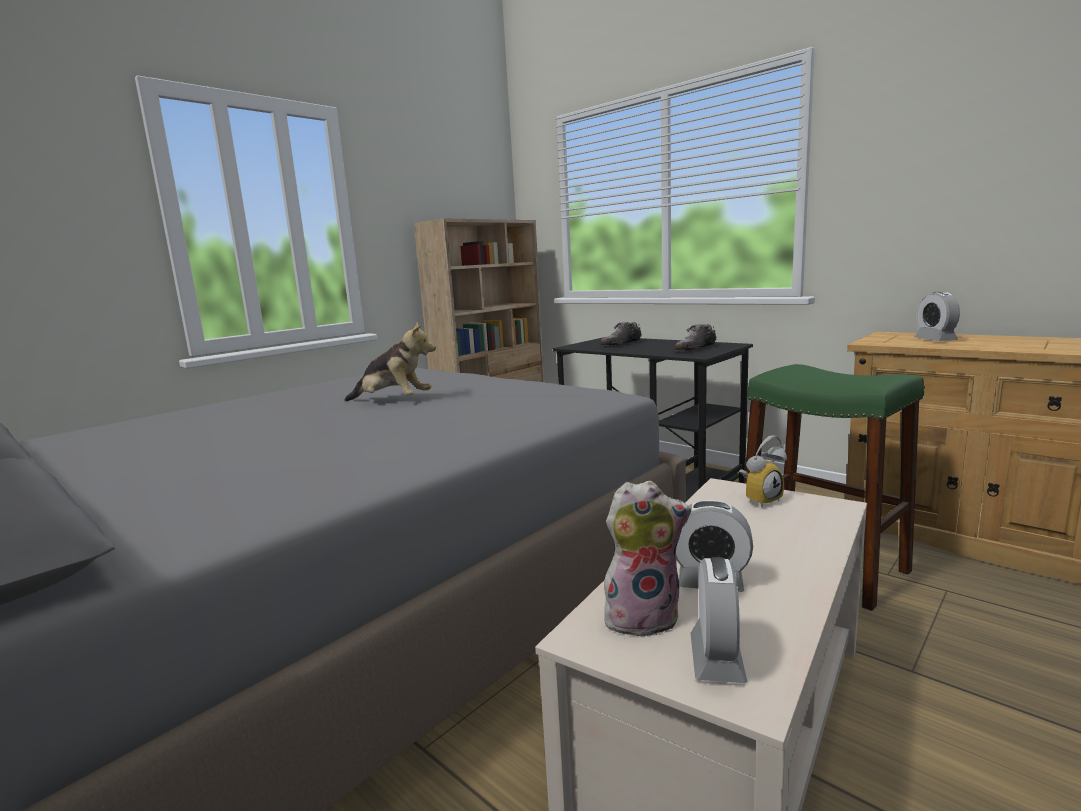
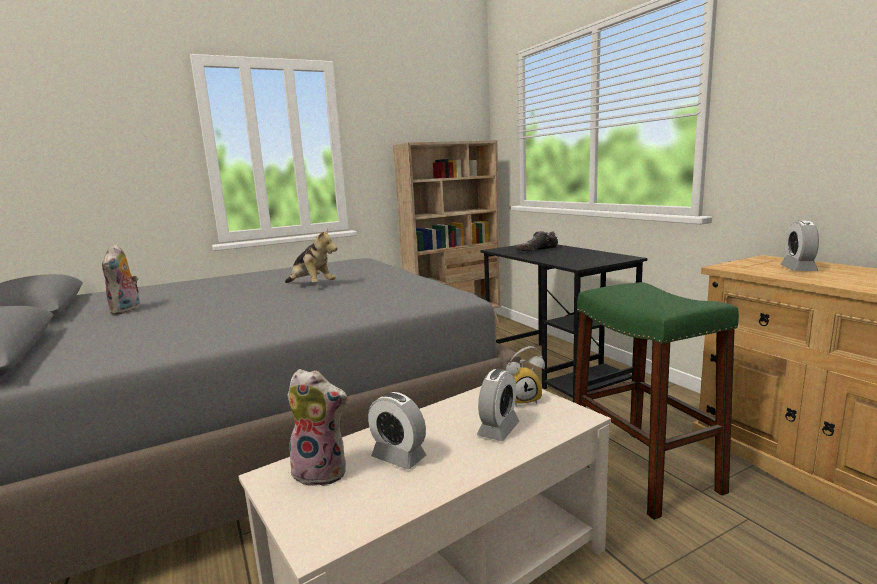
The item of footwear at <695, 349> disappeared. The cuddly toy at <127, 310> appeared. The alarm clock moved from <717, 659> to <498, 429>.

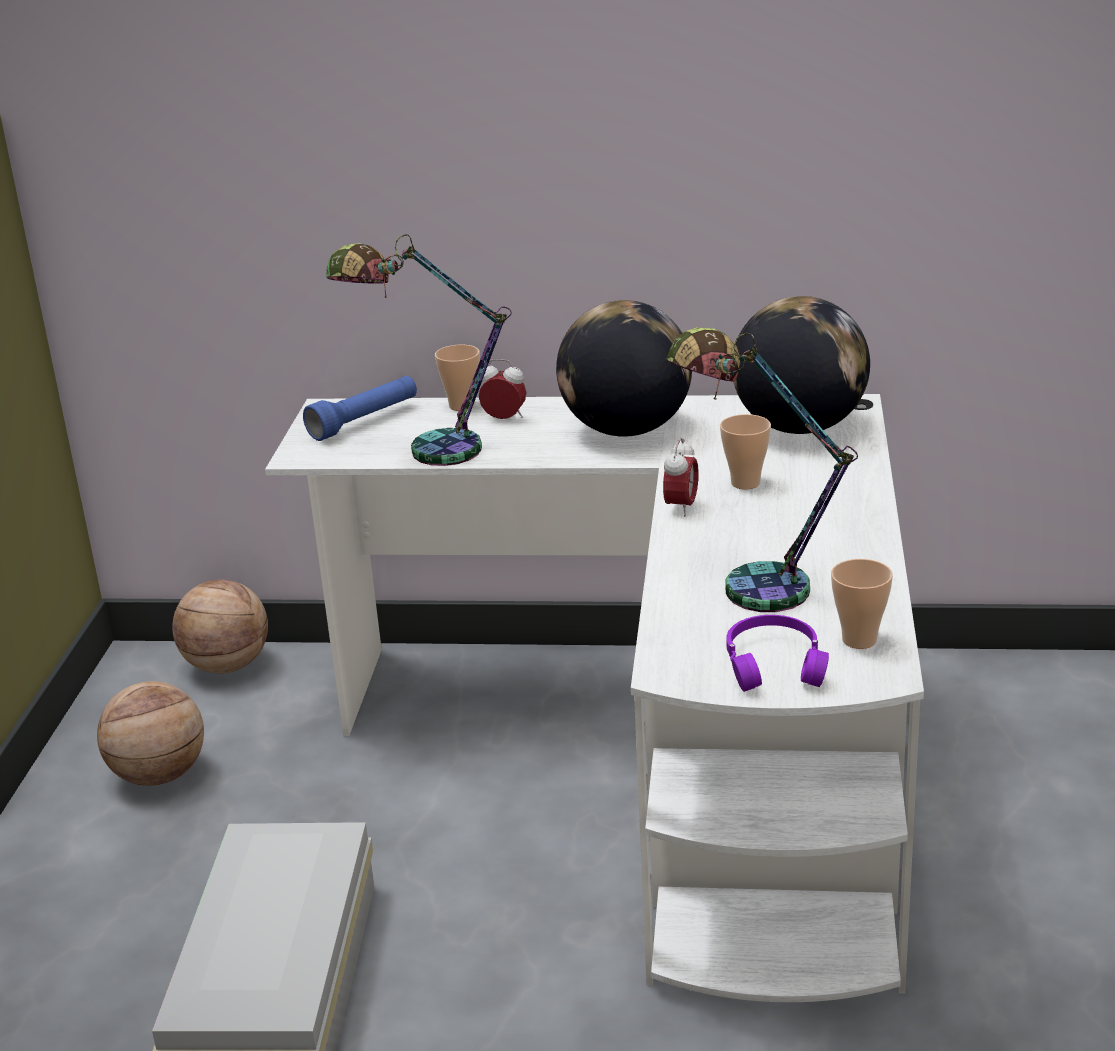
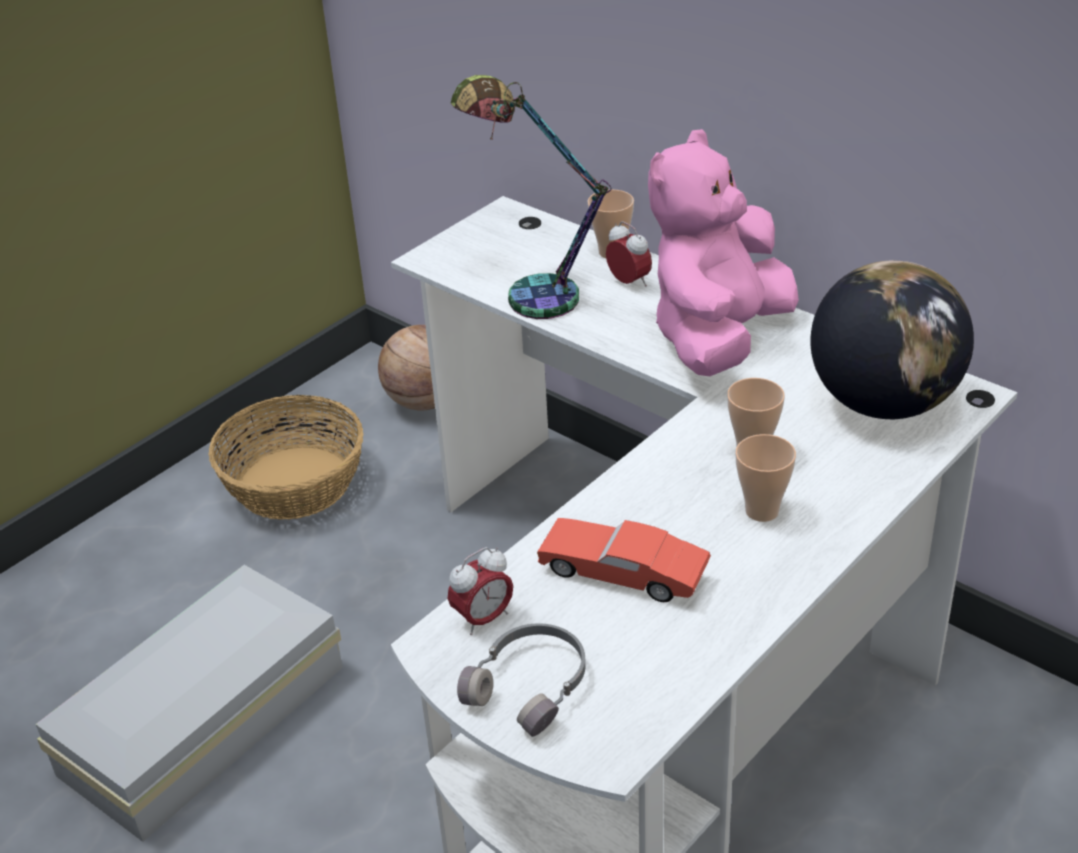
The bluish hand torch at <364, 421> disappeared. The alarm clock moved from <681, 507> to <483, 619>. The small cup moved from <859, 640> to <762, 511>. The ball for basketball at <159, 775> was replaced by the storage basket at <293, 484>. The world globe at <626, 430> was replaced by the pink cuddly toy at <718, 338>. The lamp for a table at <751, 580> was replaced by the reddish toy car at <623, 574>. The purple-coloured headphones at <775, 664> became the grey headphones at <531, 686>.

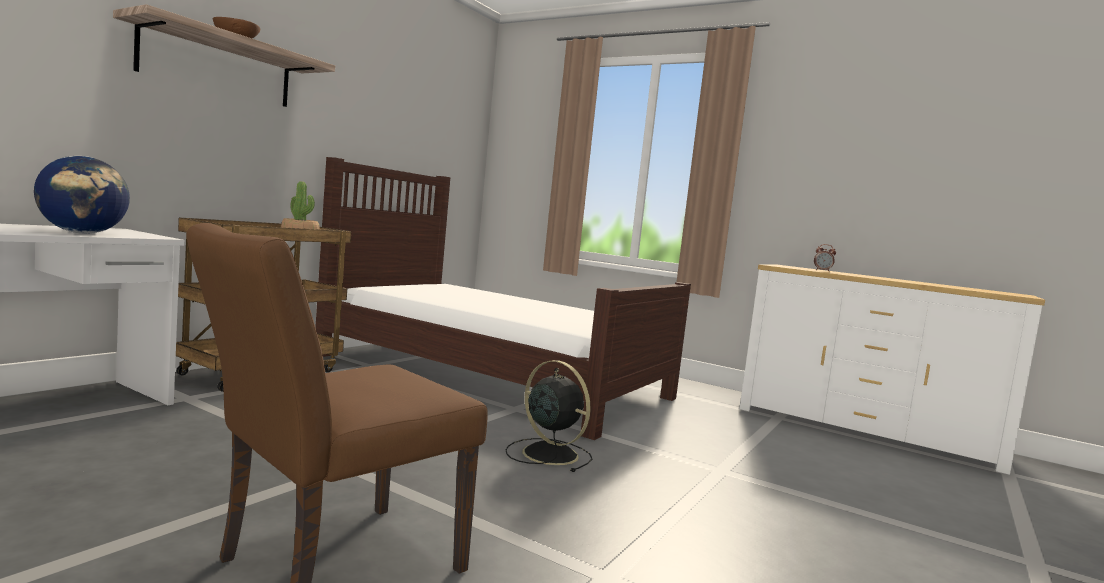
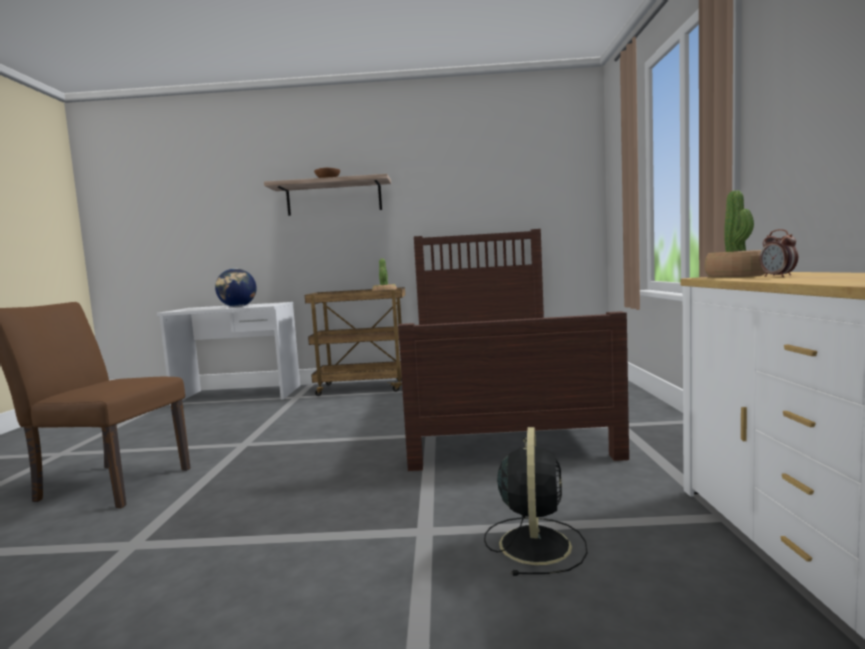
The houseplant at <736, 276> appeared. The black fan moved from <548, 453> to <535, 543>.

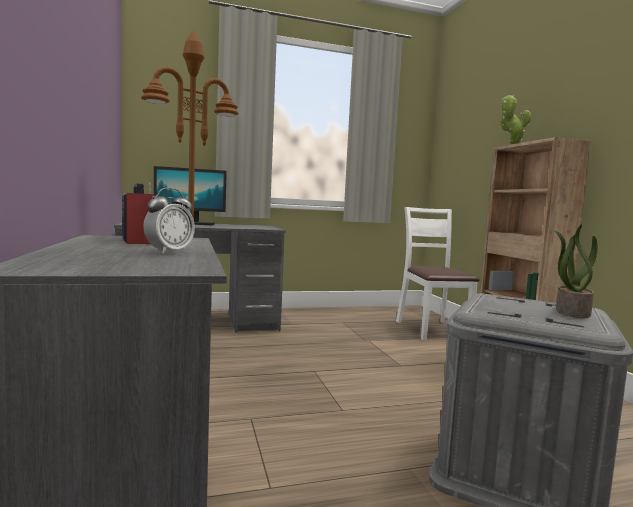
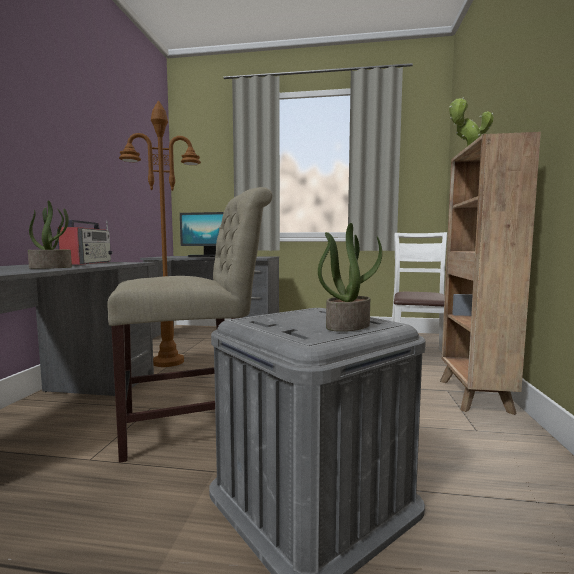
The beige-coloured chair at <194, 423> appeared. The alarm clock at <169, 252> was replaced by the houseplant at <51, 267>.

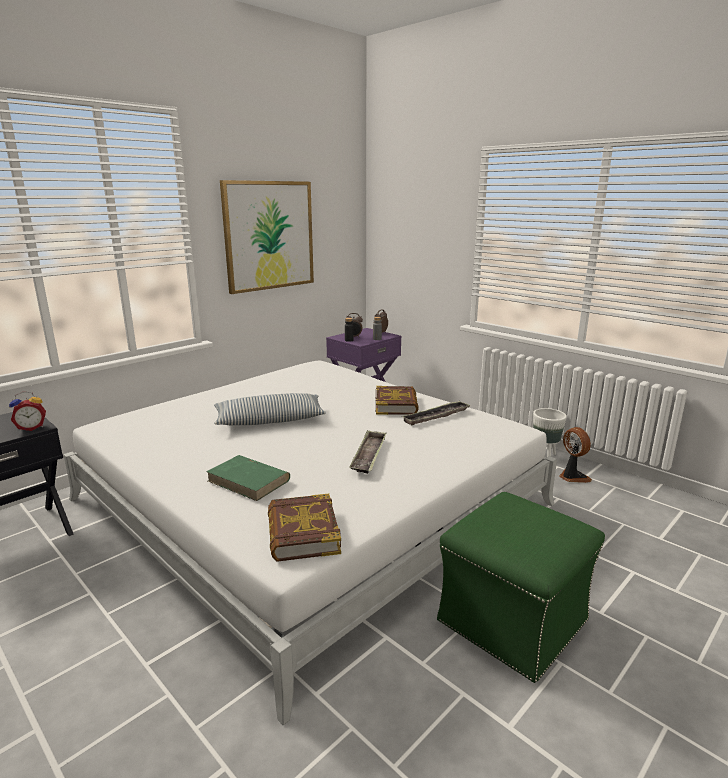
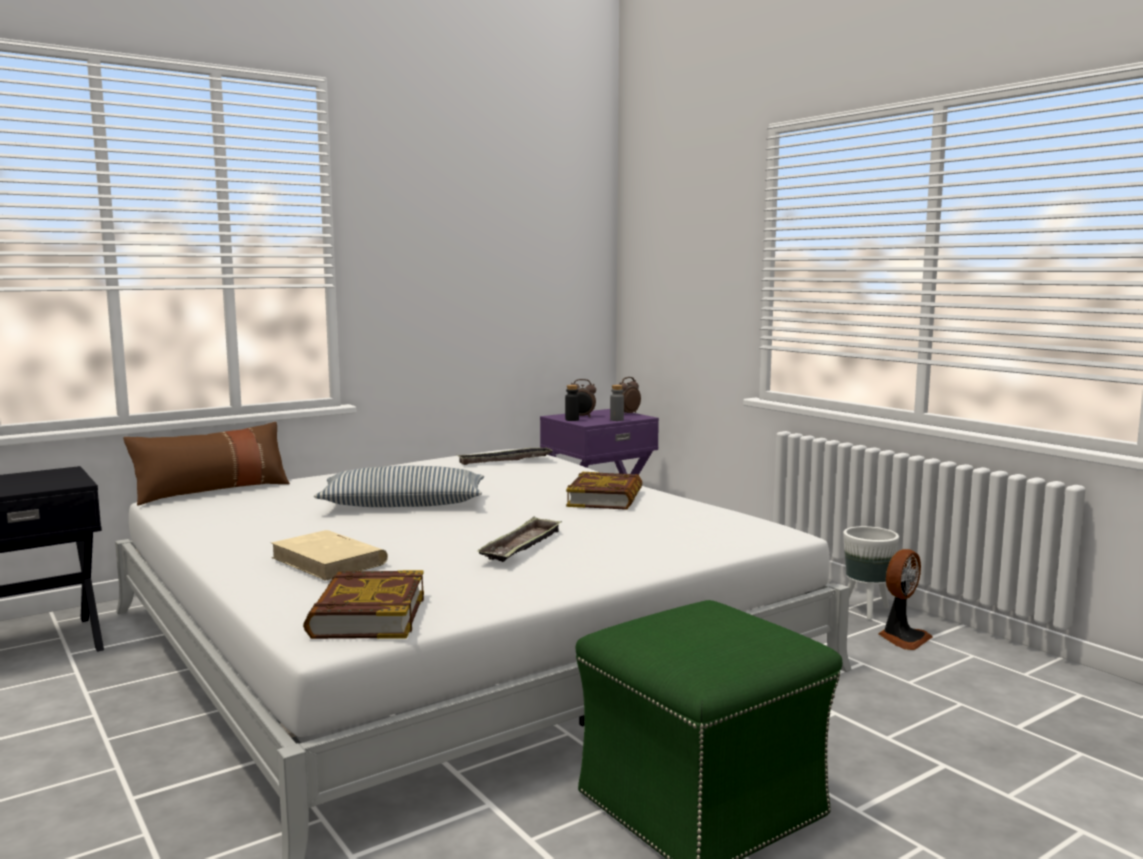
The alarm clock at <31, 428> disappeared. The wall picture at <269, 235> disappeared. The brown cushion at <212, 491> appeared. The serving tray moved from <436, 416> to <505, 460>. The green bound book at <249, 480> became the beige-coloured bound book at <329, 561>. The fan at <572, 477> turned 60 degrees clockwise.

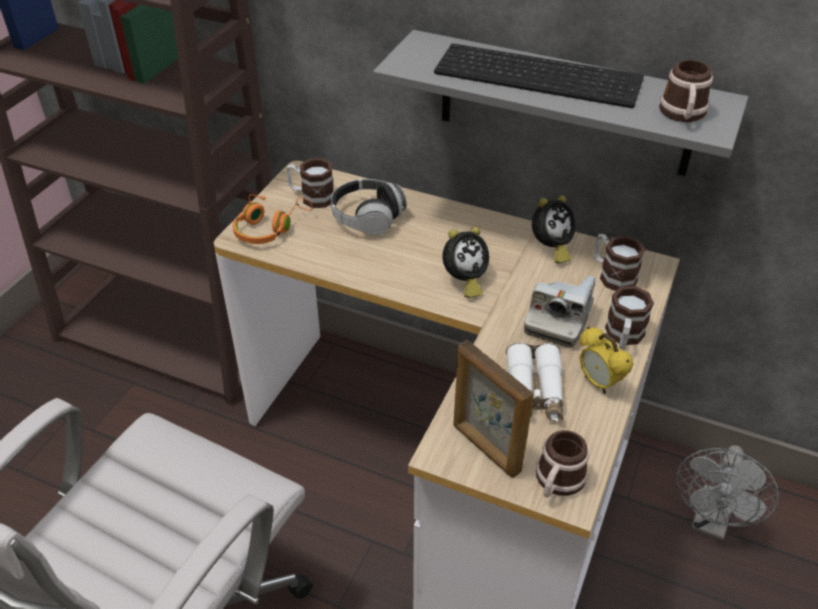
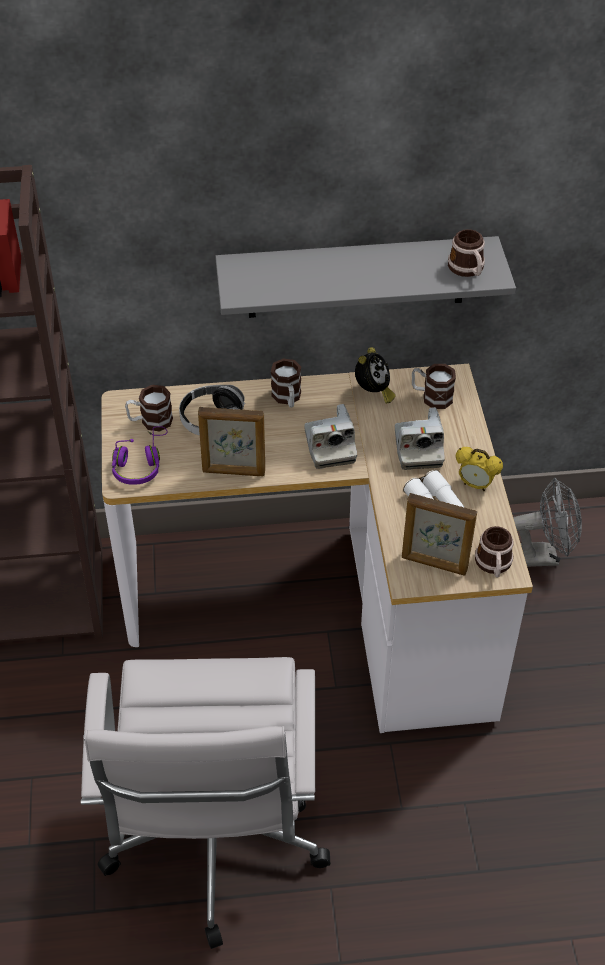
The computer keyboard at <540, 75> disappeared. The standing frame at <234, 472> appeared. The coffee mug moved from <623, 337> to <287, 398>. The alarm clock at <464, 282> was replaced by the still camera at <329, 446>. The orange-coloured headphones at <270, 228> became the purple-coloured headphones at <140, 464>. The grey fan at <711, 522> turned 90 degrees counterclockwise.

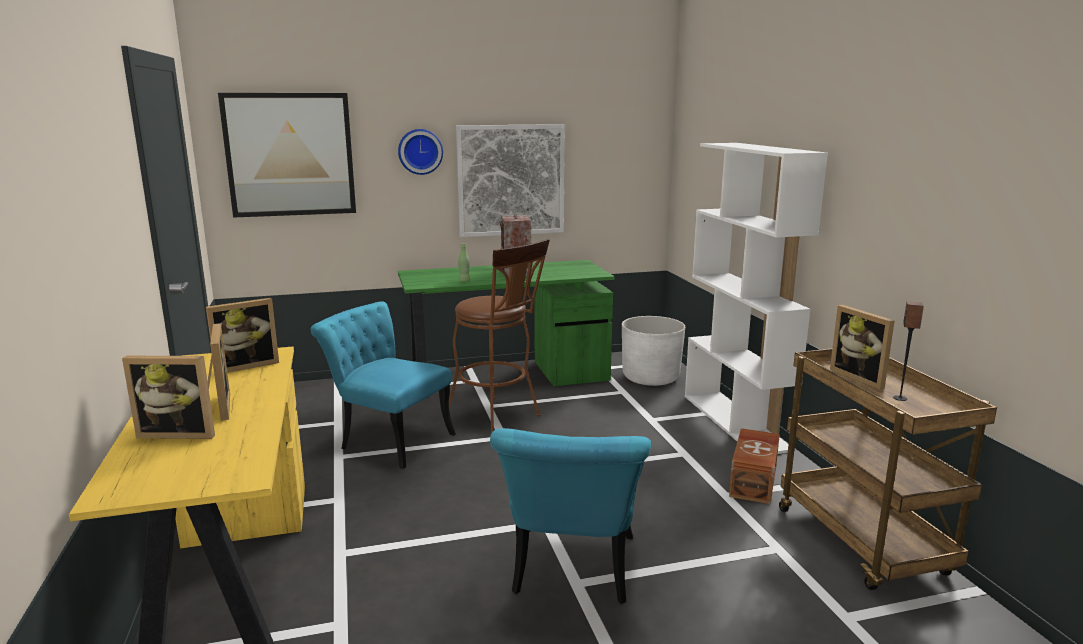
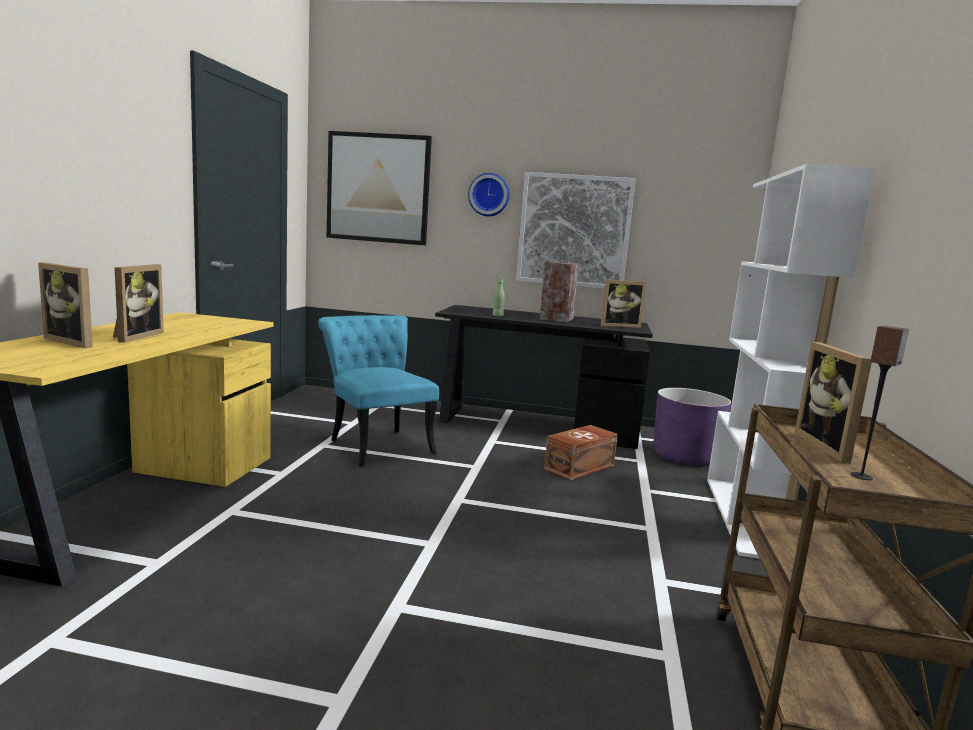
The brown sitting stool at <498, 418> disappeared. The turquoise-coloured chair at <572, 574> disappeared. The standing frame moved from <245, 365> to <618, 325>. The brown storage bin moved from <754, 481> to <581, 467>. The green desk at <505, 376> became the black desk at <535, 424>. The white flower pot at <650, 377> became the purple-coloured flower pot at <685, 456>.

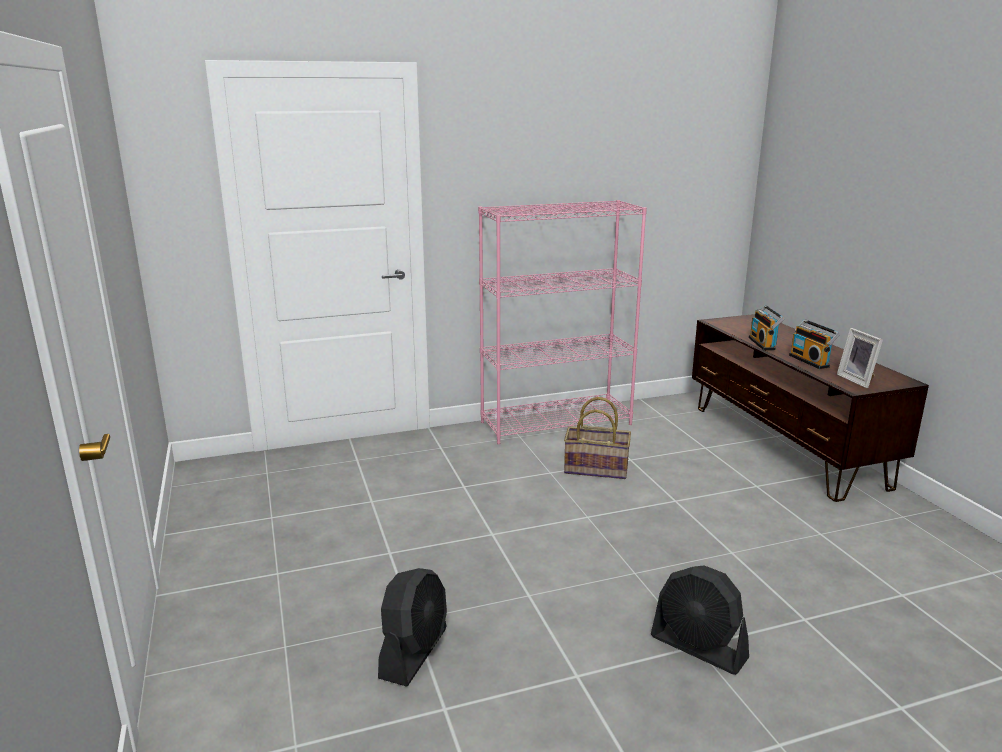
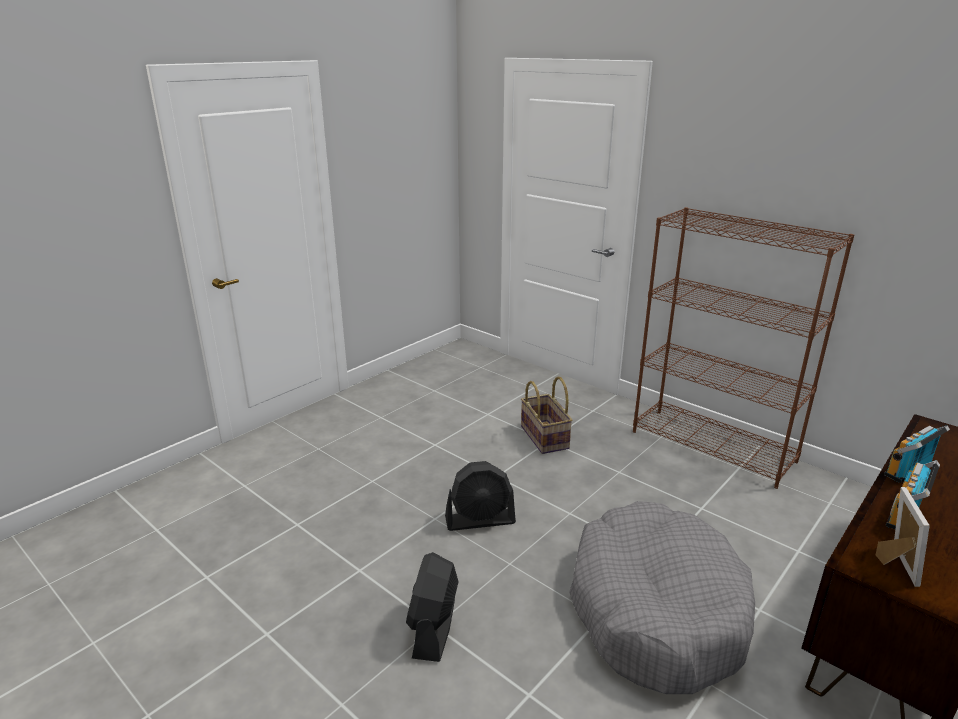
The grey dog cushion at <655, 610> appeared. The black fan moved from <414, 652> to <480, 520>. The storage basket moved from <596, 468> to <545, 437>. The pink shelving unit at <556, 423> became the brown shelving unit at <713, 446>. The standing frame at <858, 380> turned 150 degrees clockwise.

